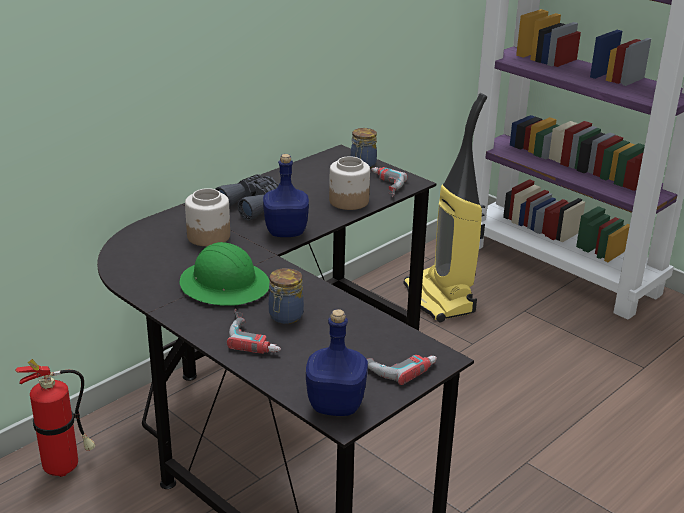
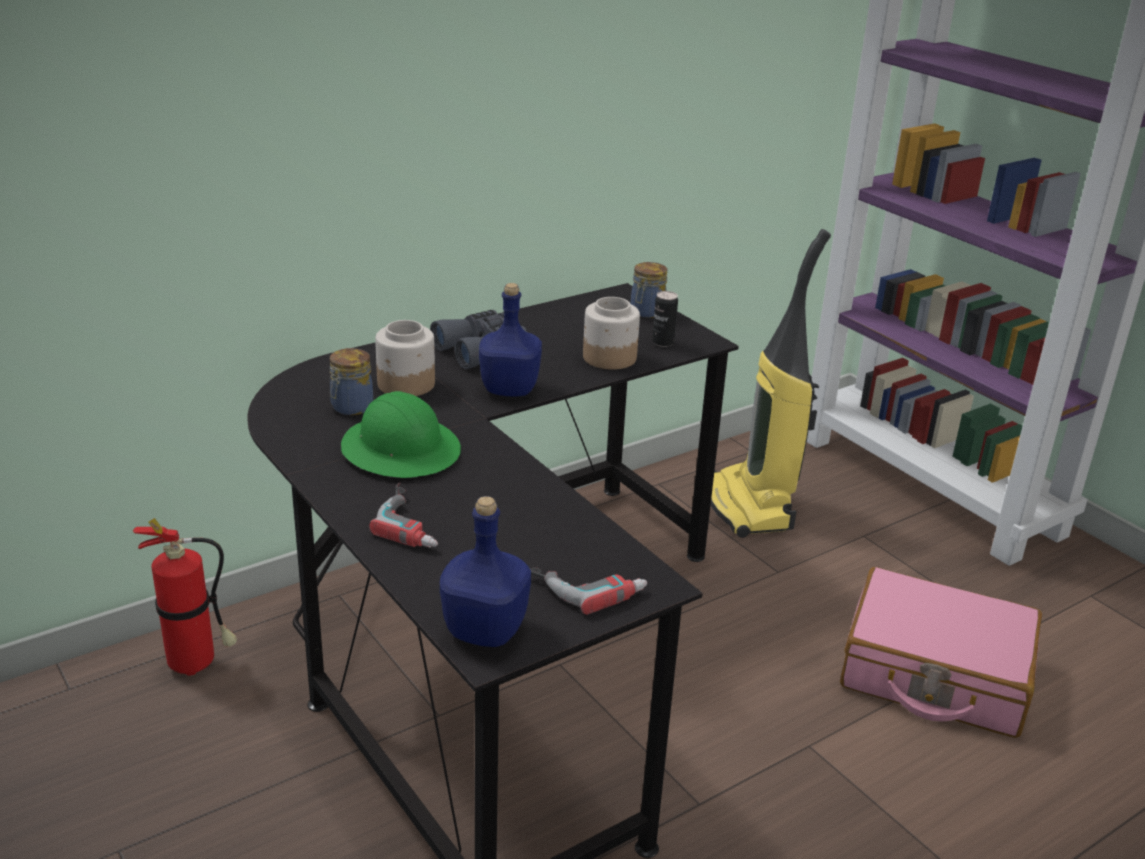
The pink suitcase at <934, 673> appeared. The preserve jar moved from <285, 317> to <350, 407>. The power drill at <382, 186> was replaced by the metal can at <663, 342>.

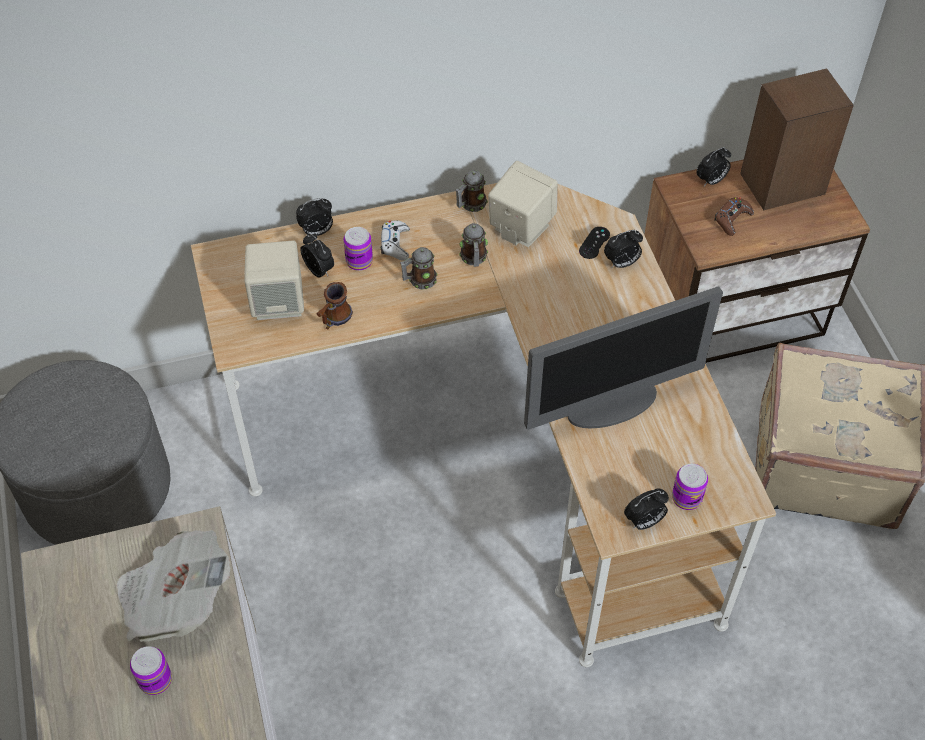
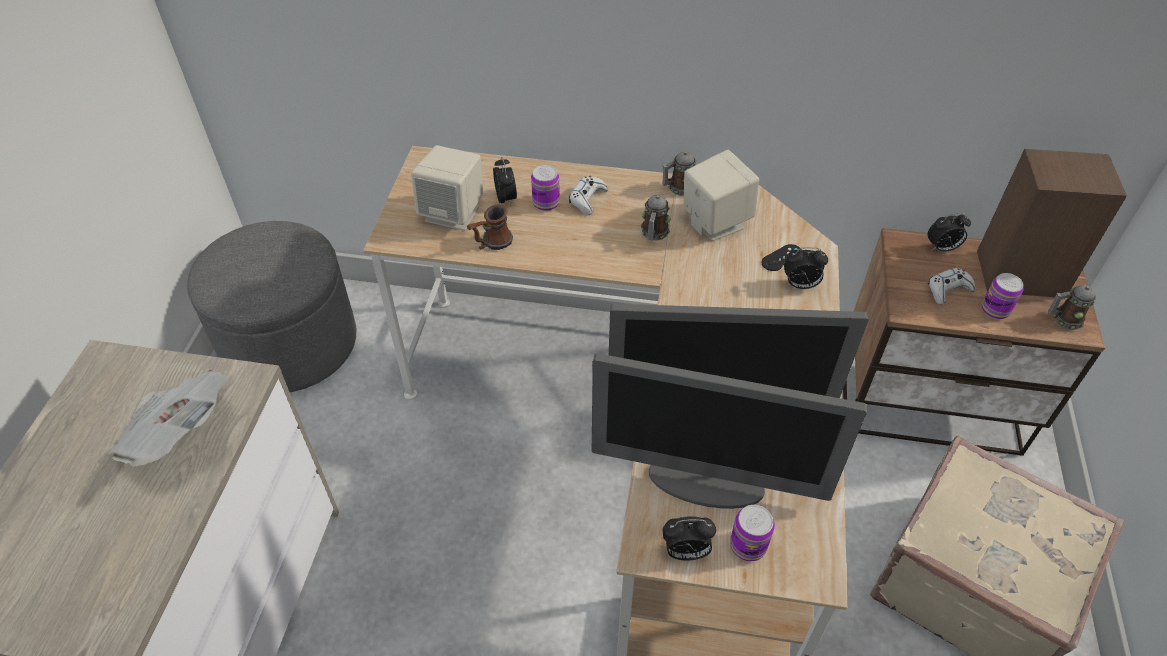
The alarm clock at <317, 232> disappeared. The computer screen at <707, 482> appeared. The metal can moved from <155, 680> to <995, 310>. The coffee mug moved from <419, 280> to <1063, 319>. The brown game controller at <732, 219> became the white game controller at <948, 290>.

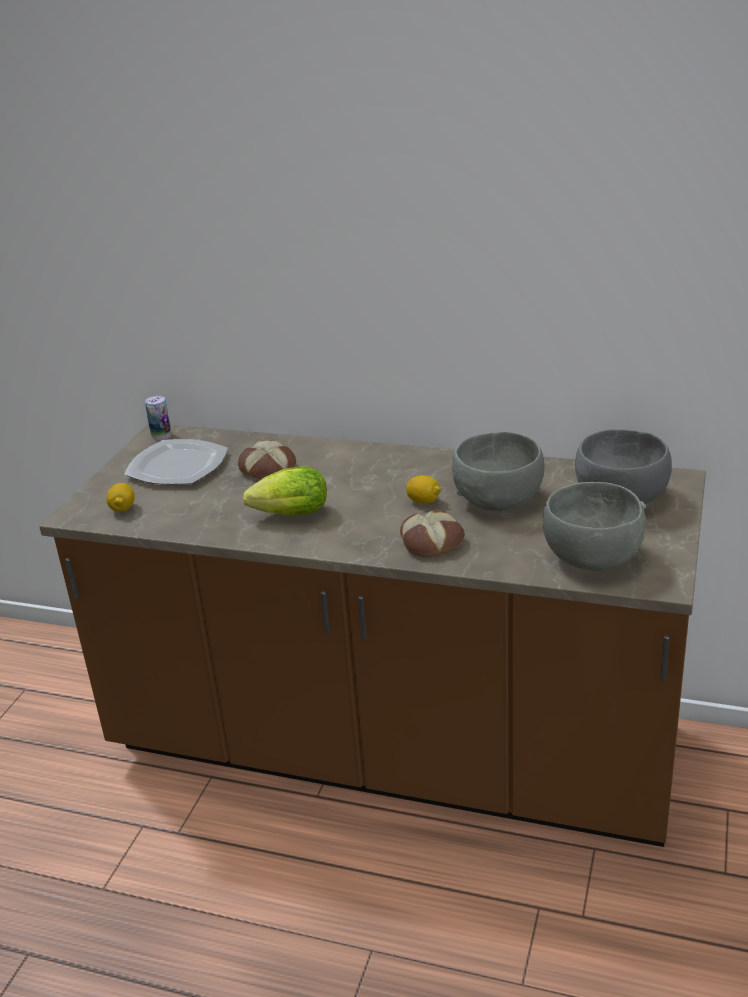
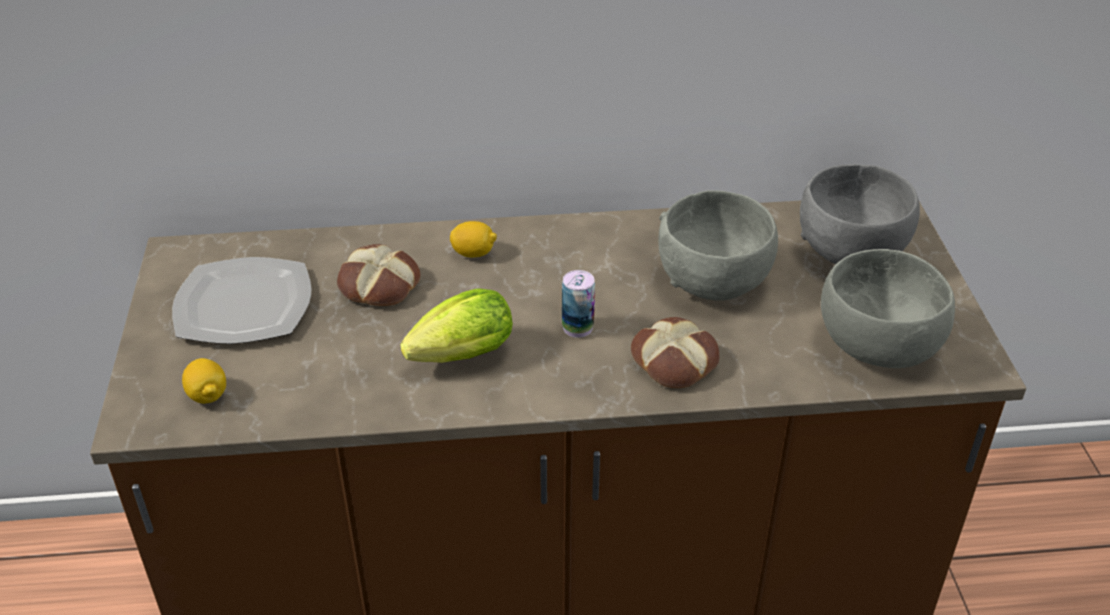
The metal can moved from <161, 435> to <577, 327>. The lemon moved from <424, 501> to <473, 253>.

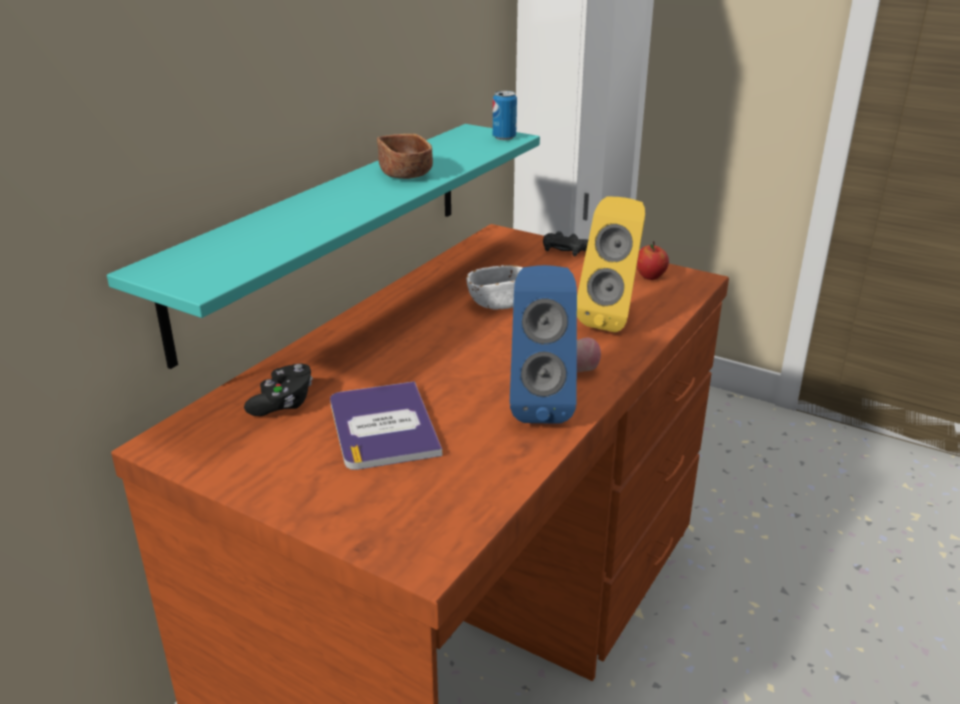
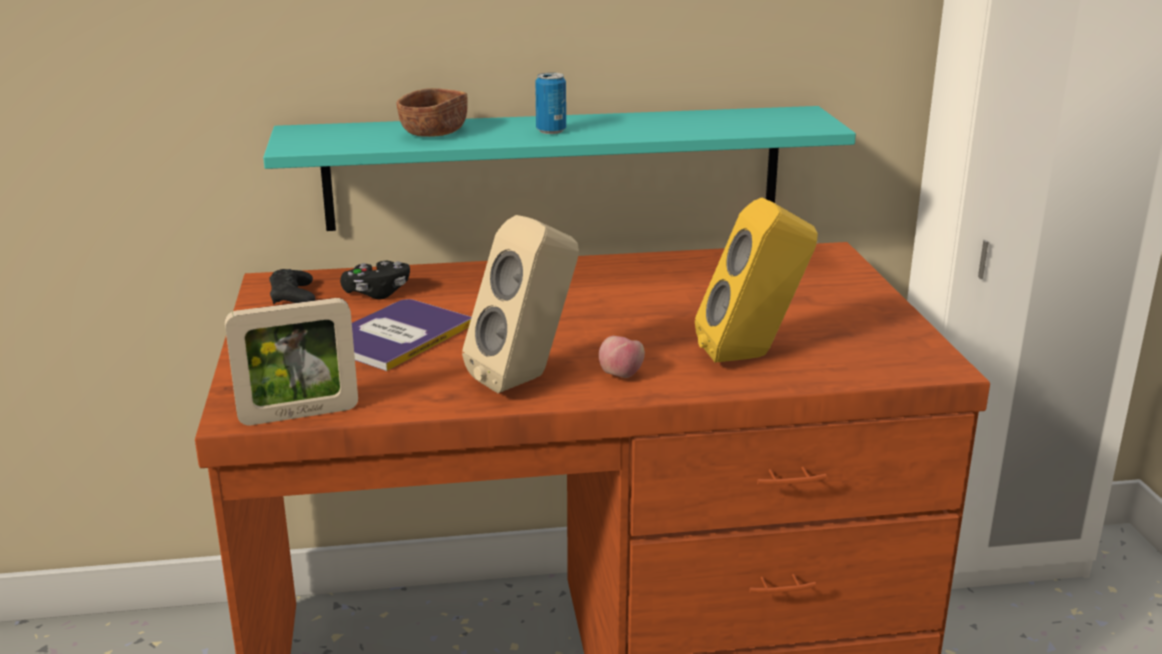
The white serving bowl at <499, 302> disappeared. The whole apple at <650, 277> disappeared. The standing frame at <299, 414> appeared. The brown serving bowl moved from <405, 173> to <434, 132>. The metal can moved from <504, 137> to <551, 131>. The black game controller moved from <565, 249> to <293, 296>. The bluish audio speaker at <540, 405> became the beige-coloured audio speaker at <527, 380>.

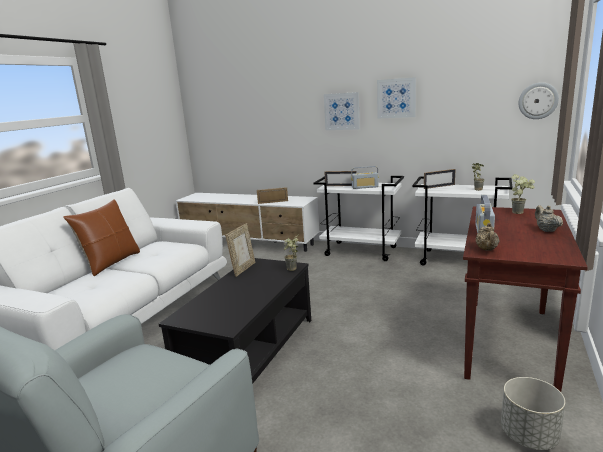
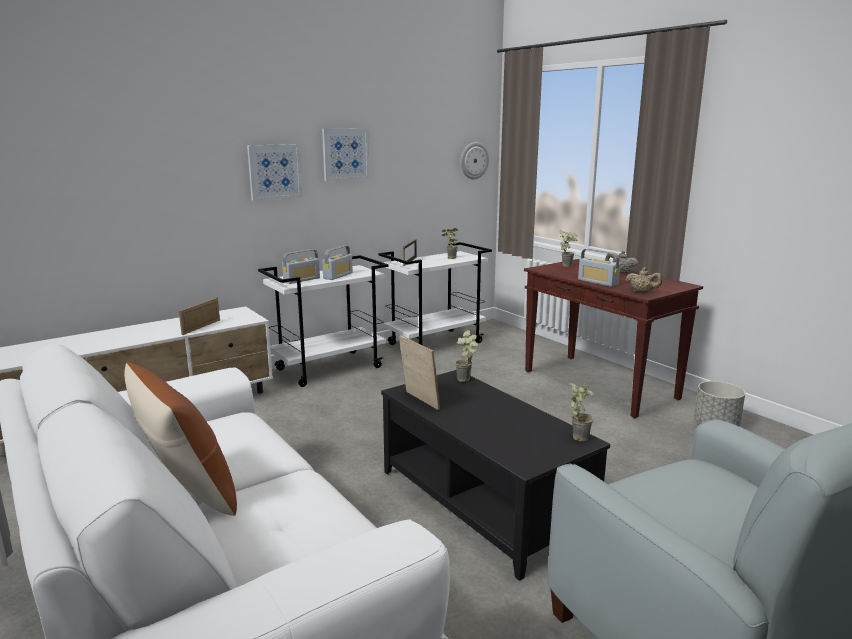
The houseplant at <578, 435> appeared. The standing frame at <340, 185> was replaced by the radio set at <302, 280>.

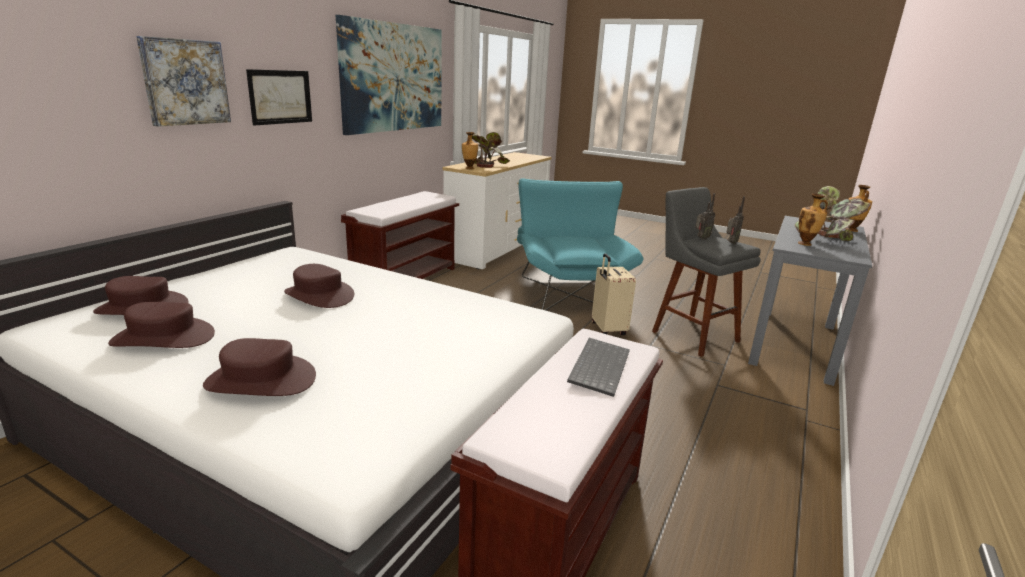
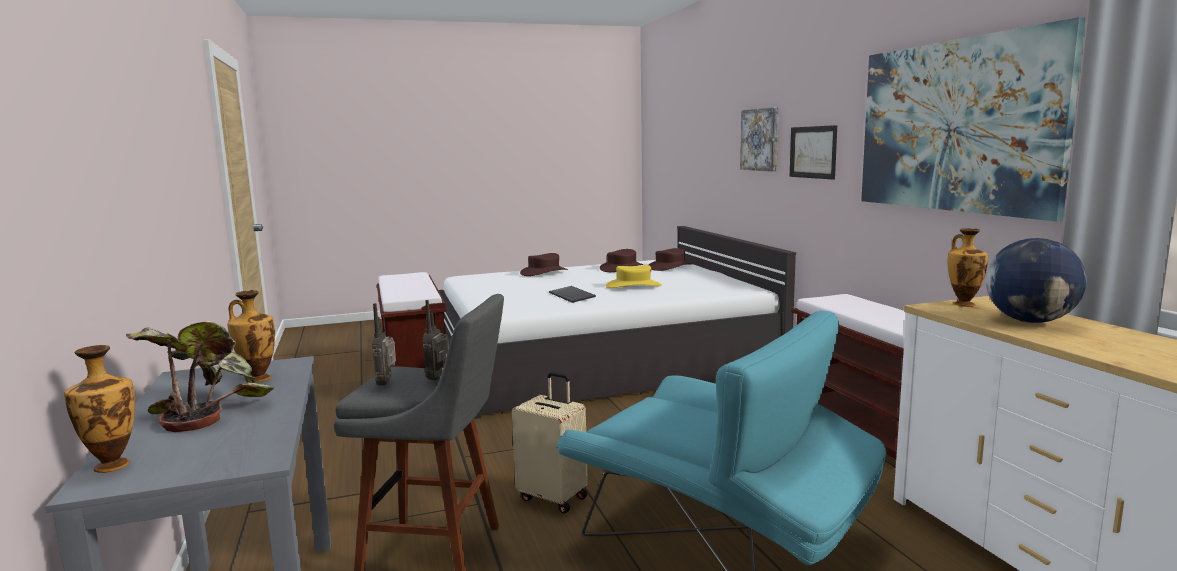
The computer keyboard moved from <598, 367> to <573, 296>. The houseplant at <487, 164> was replaced by the world globe at <1030, 321>. The brown wearable hat at <319, 295> became the yellow wearable hat at <633, 286>.

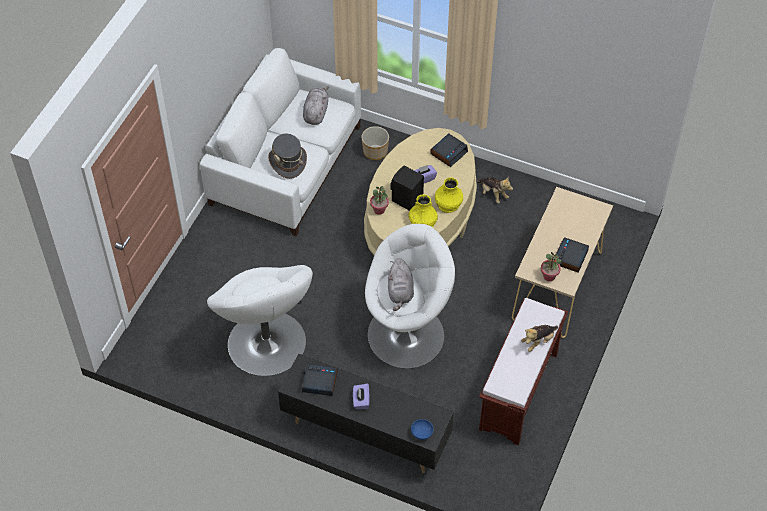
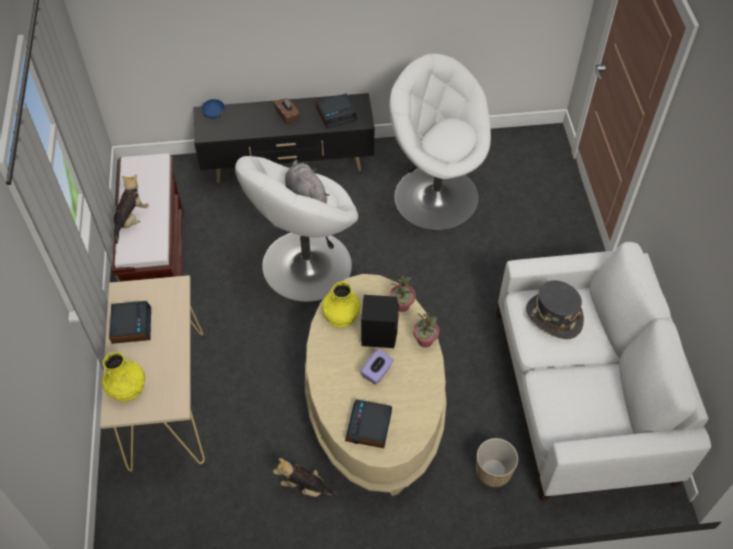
The grey cuddly toy at <316, 113> disappeared. The yellow decorative vase moved from <448, 203> to <127, 387>. The houseplant moved from <549, 276> to <425, 341>. The purple-coloured box of tissues at <361, 401> became the brown box of tissues at <287, 116>.

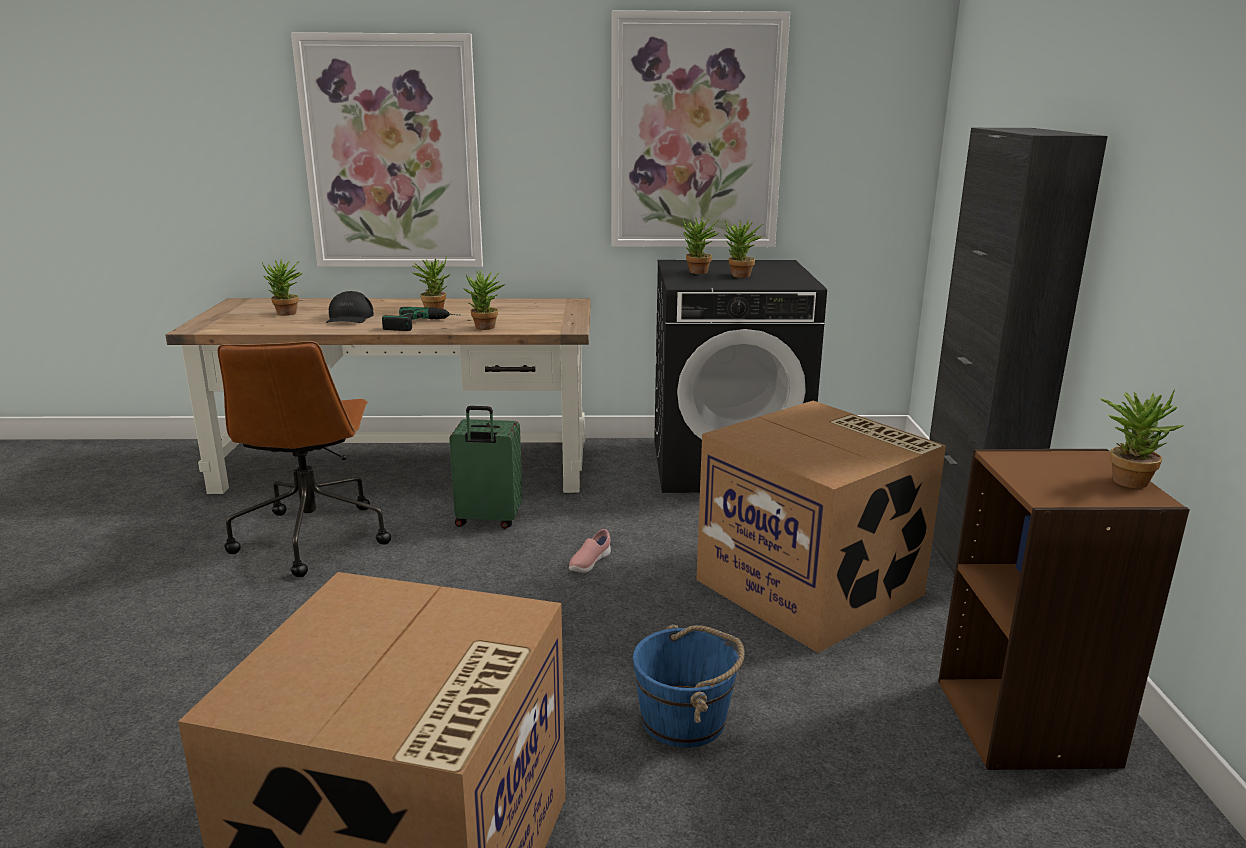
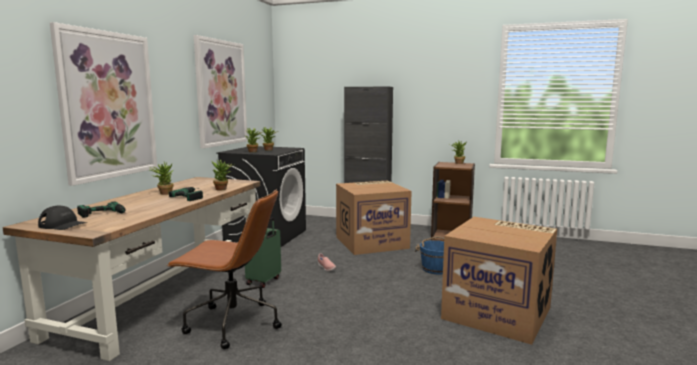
The black baseball cap moved from <349, 318> to <63, 225>. The houseplant at <286, 314> was replaced by the power drill at <104, 215>.

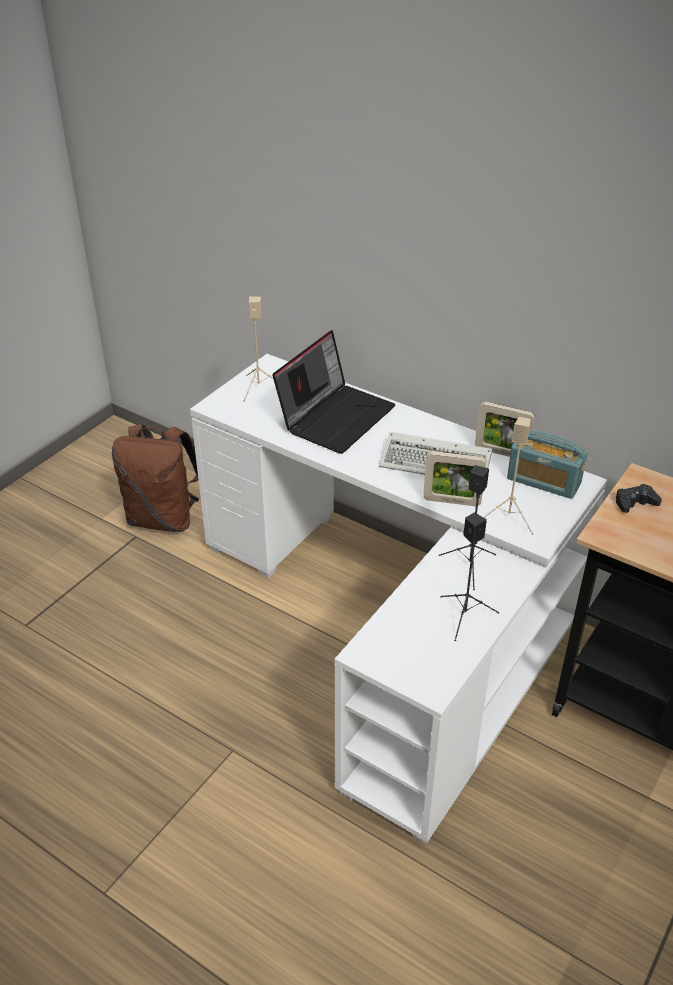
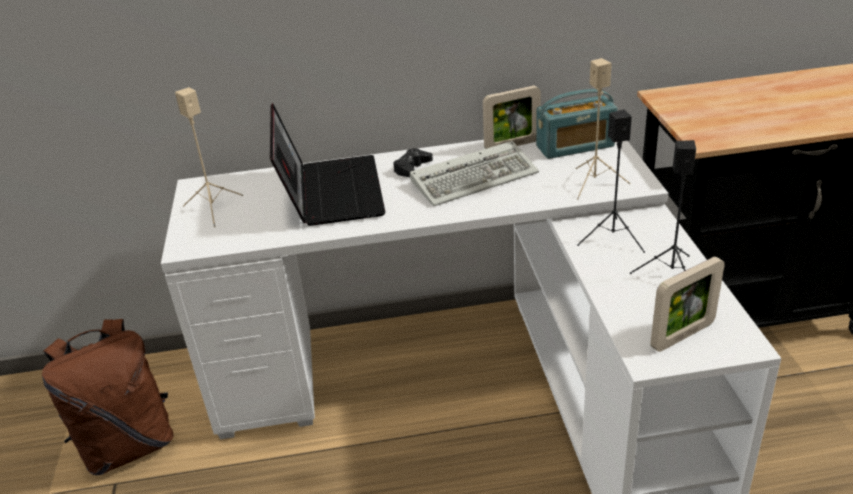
The standing frame moved from <452, 501> to <682, 335>. The black game controller moved from <635, 503> to <412, 168>.

